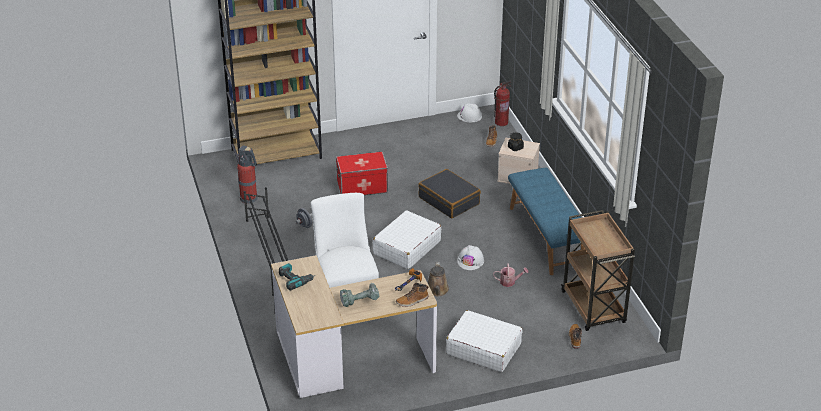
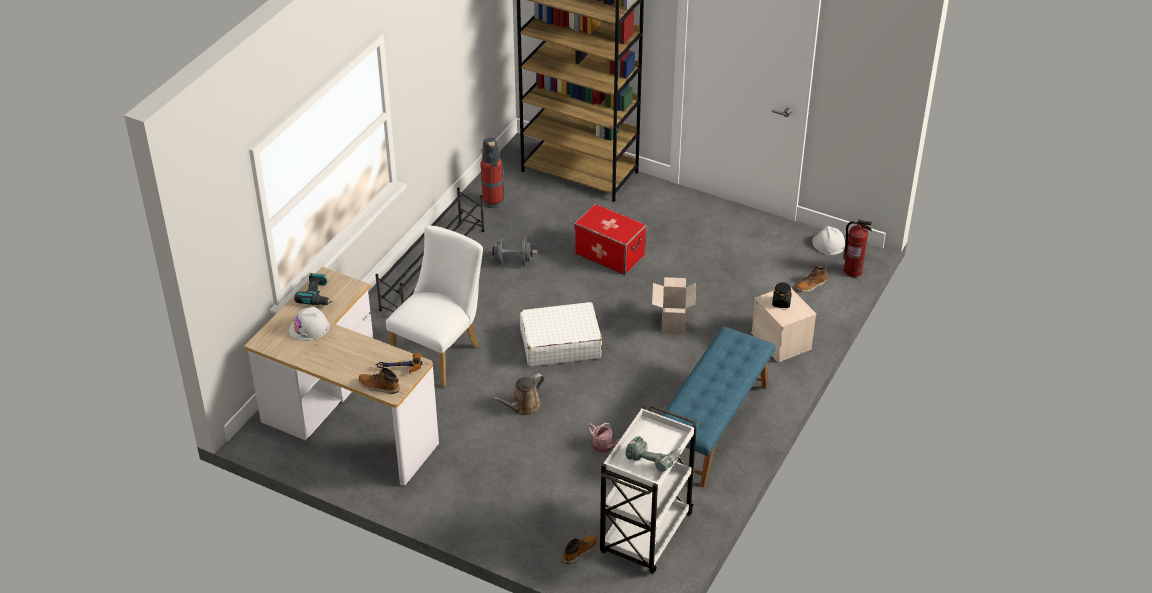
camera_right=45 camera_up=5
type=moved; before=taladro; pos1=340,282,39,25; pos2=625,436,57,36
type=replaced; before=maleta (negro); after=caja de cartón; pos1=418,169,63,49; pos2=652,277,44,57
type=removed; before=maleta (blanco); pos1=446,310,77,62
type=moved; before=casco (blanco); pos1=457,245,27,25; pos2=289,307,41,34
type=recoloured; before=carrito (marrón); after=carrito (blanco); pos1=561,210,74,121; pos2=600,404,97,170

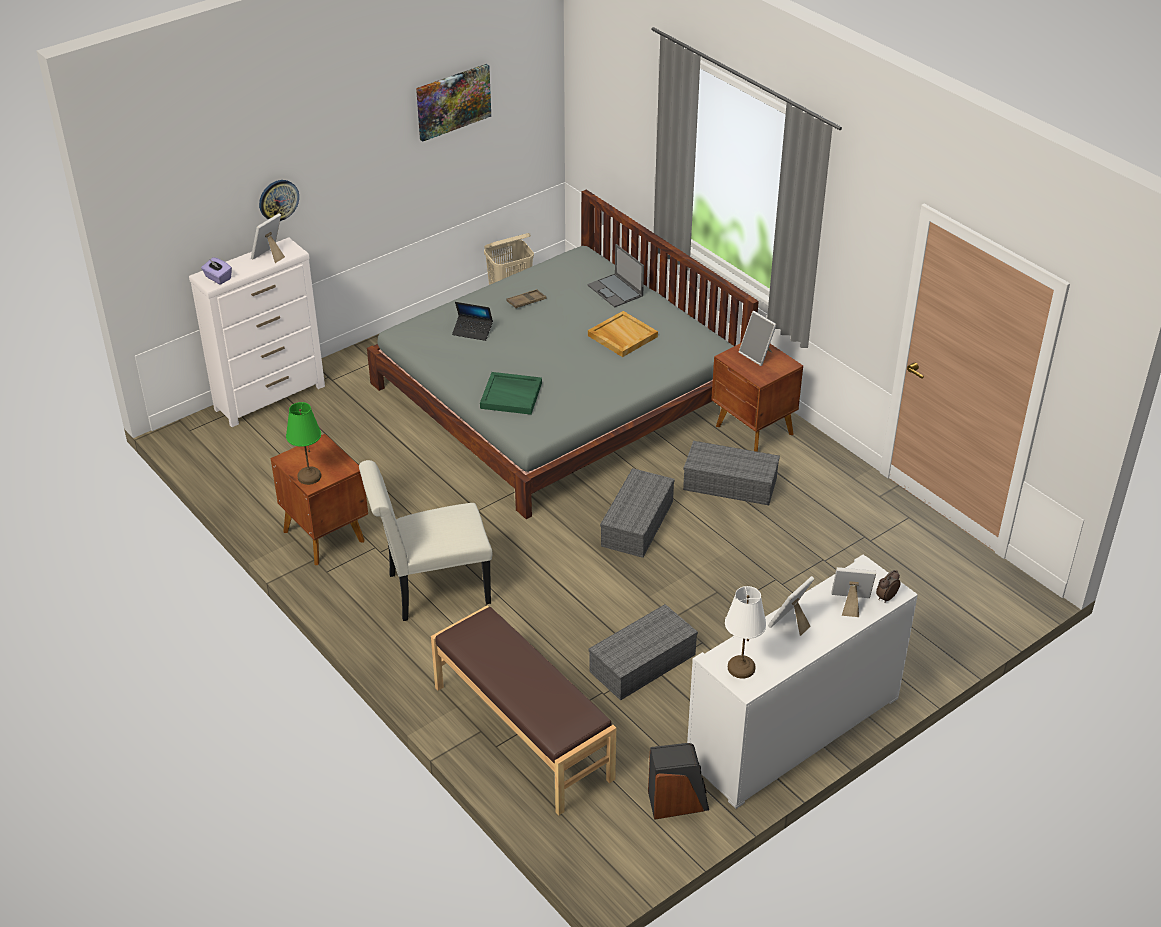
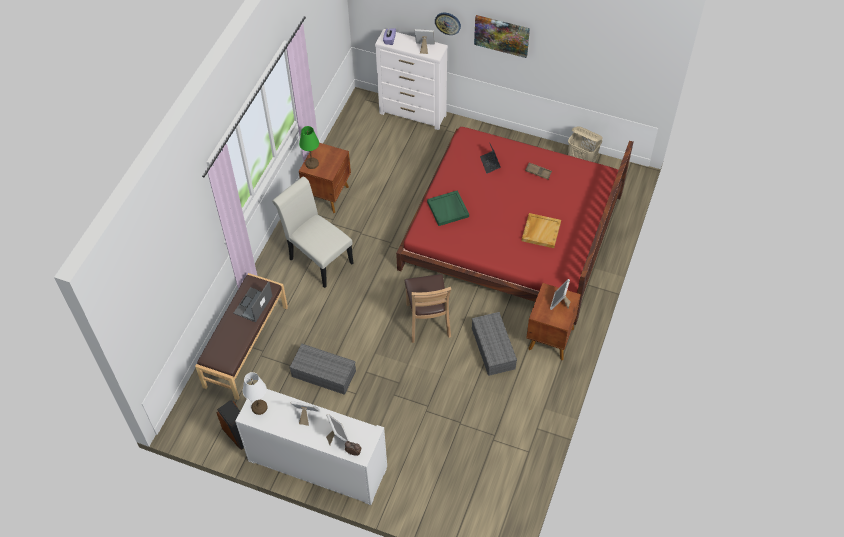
camera_right=60 camera_up=15
type=recoloured; before=cama (gris); after=cama (rojo); pos1=367,190,392,329; pos2=396,127,238,198
type=moved; before=cuadro; pos1=416,64,75,78; pos2=474,15,56,43
type=moved; before=portátil; pos1=587,244,57,64; pos2=233,281,39,41
type=replaced; before=caja de almacenaje (gris); after=silla (marrón); pos1=600,468,75,90; pos2=404,274,48,69

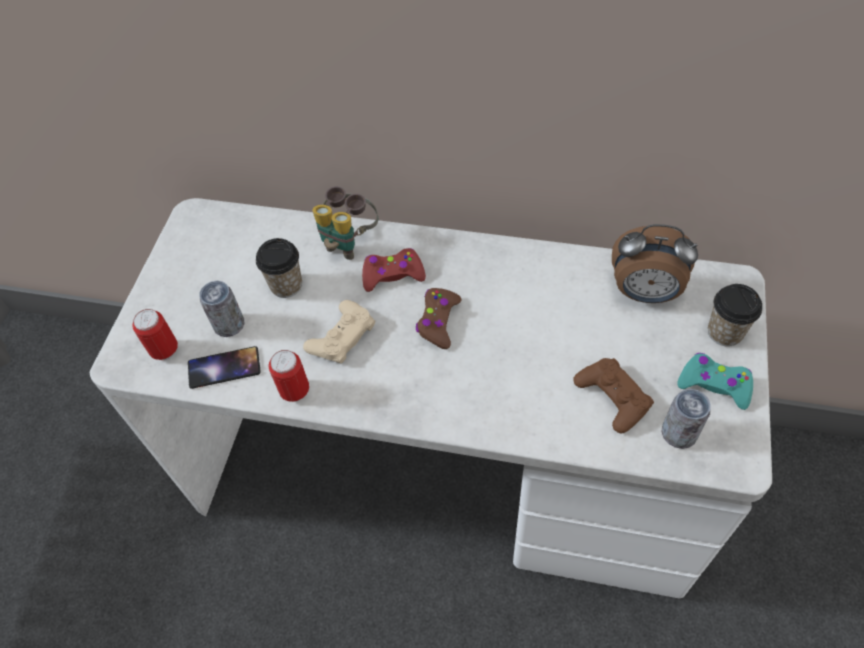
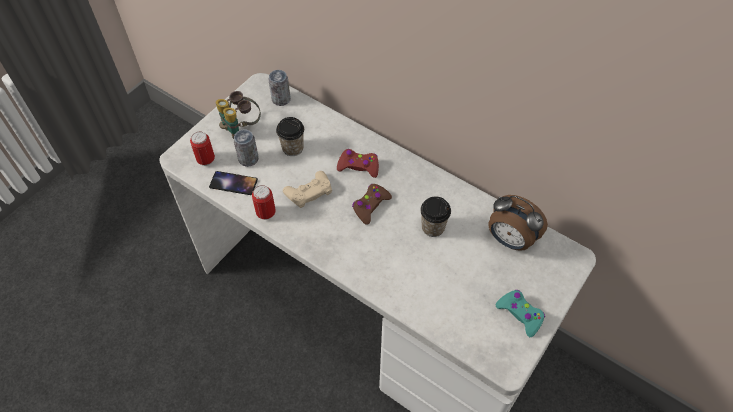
camera_right=20 camera_up=0
type=moved; before=prismáticos; pos1=312,186,66,74; pos2=216,91,45,48
type=removed; before=mando de consola (marrón); pos1=573,358,81,75
type=moved; before=lata; pos1=662,389,49,60; pos2=269,70,22,36
type=moved; before=taza; pos1=708,284,54,63; pos2=420,196,31,41

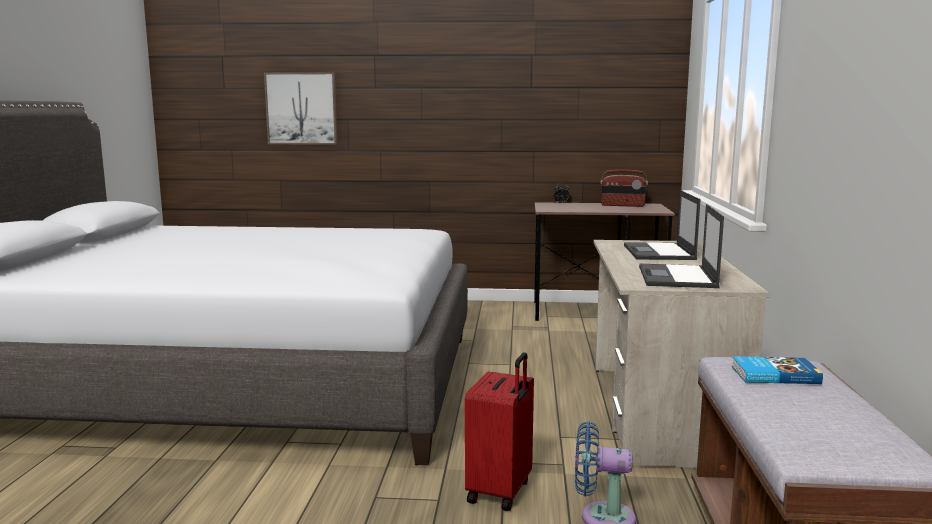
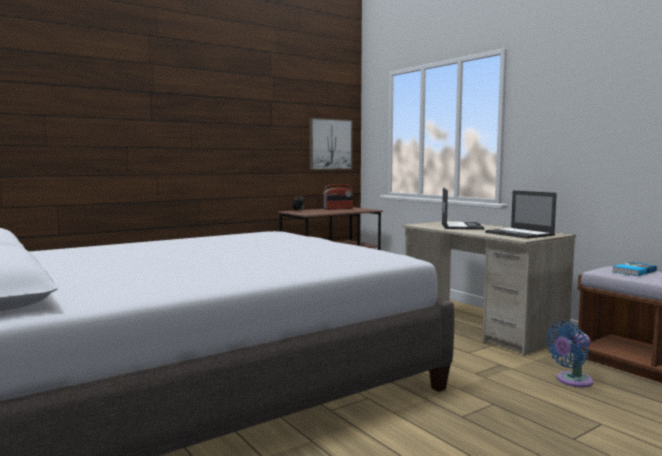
camera_right=-40 camera_up=-5
type=moved; before=cuadro; pos1=264,72,73,73; pos2=309,118,44,52
type=removed; before=maleta (rojo); pos1=465,352,69,159
type=turned; before=portátil; pos1=624,190,76,70; pos2=442,188,42,42; turn=-135

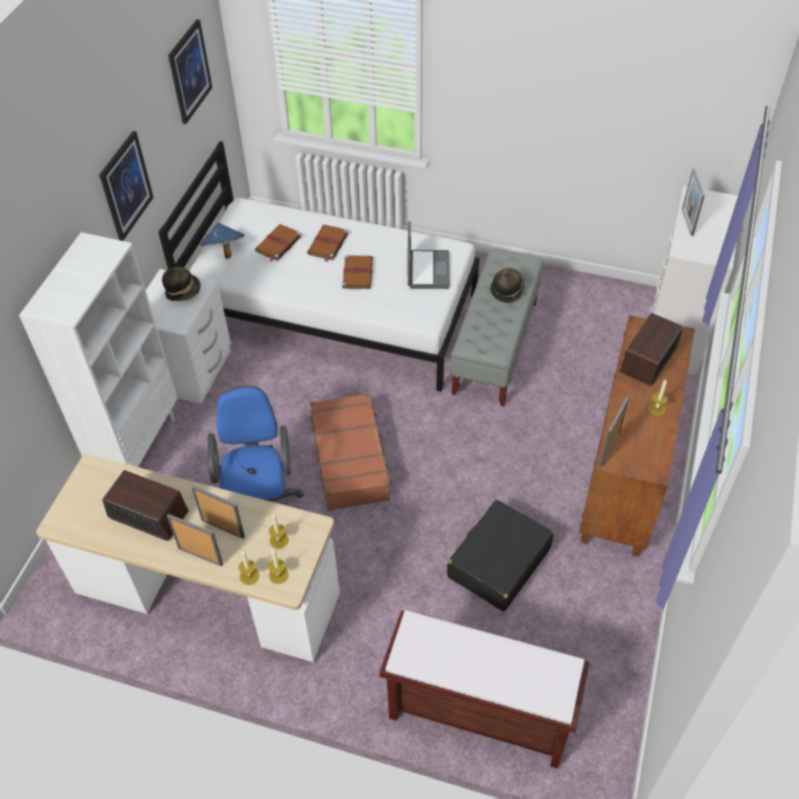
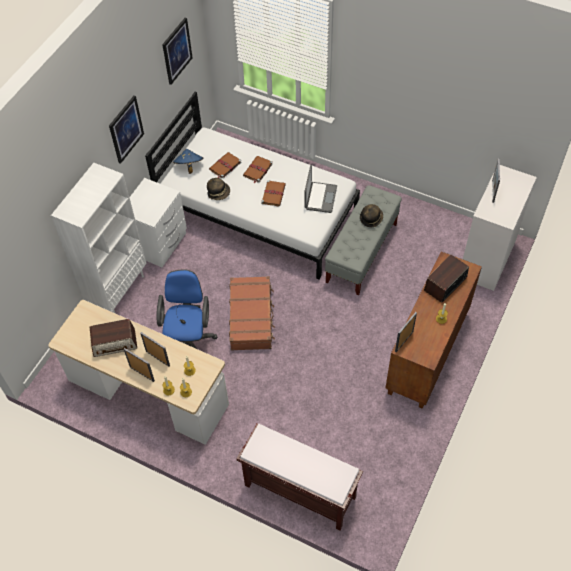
camera_right=10 camera_up=5
type=turned; before=radio; pos1=102,470,87,71; pos2=89,319,48,38; turn=135
type=moved; before=sombrero; pos1=162,267,39,34; pos2=207,178,23,22
type=removed; before=maleta (negro); pos1=447,500,107,111

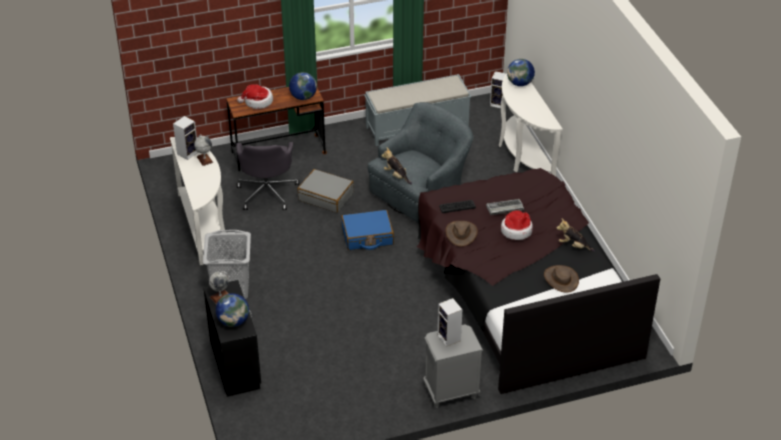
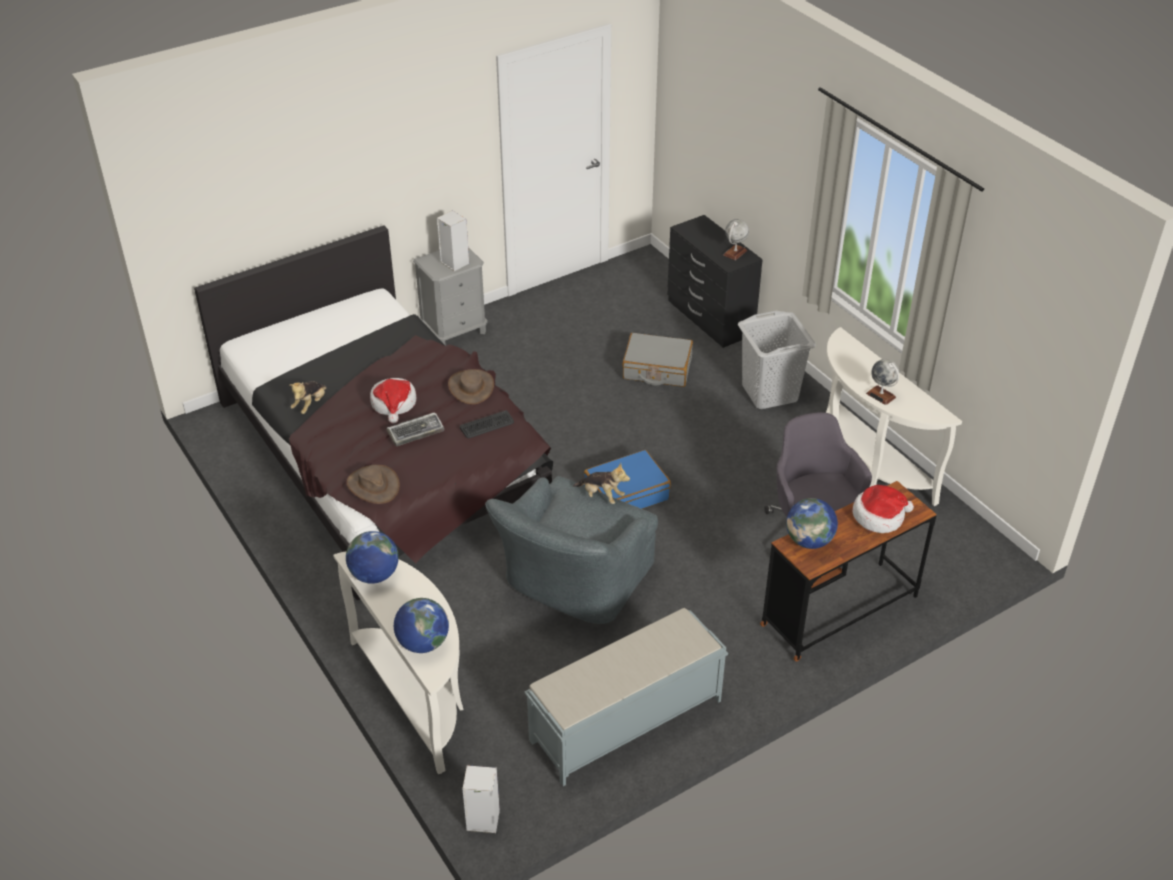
camera_right=165 camera_up=0
type=removed; before=altavoz; pos1=173,116,25,44
type=moved; before=globo terráqueo; pos1=216,293,33,34; pos2=346,531,53,53
type=moved; before=maleta (gris); pos1=297,169,57,44; pos2=622,333,71,54
type=moved; before=sombrero (marrón); pos1=544,265,35,28; pos2=347,465,53,39
type=turned; before=peluche; pos1=557,218,38,34; pos2=290,381,37,33; turn=105

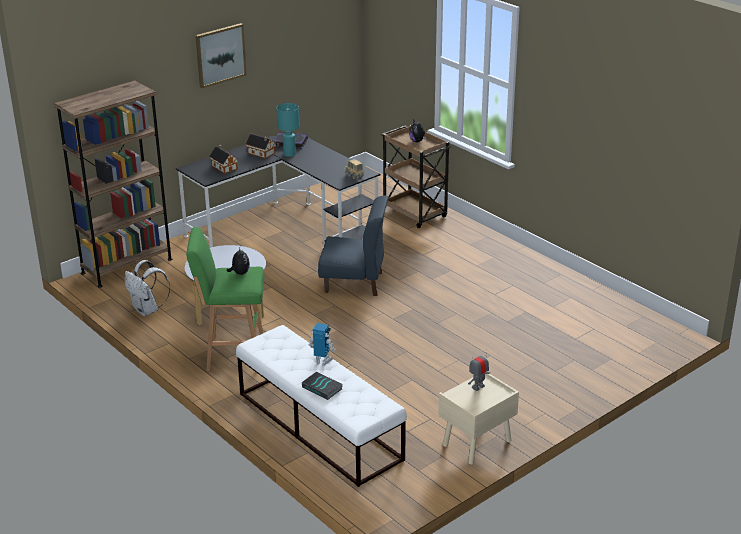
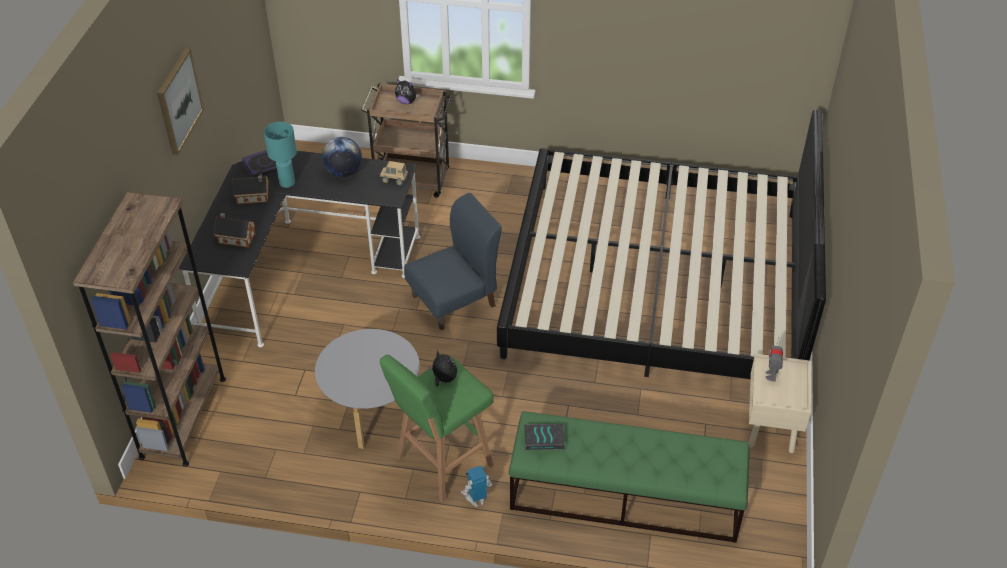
camera_right=-40 camera_up=15
type=removed; before=mochila (blanco); pos1=125,260,45,56
type=recoloured; before=banco (blanco); after=banco (verde); pos1=236,325,171,162; pos2=509,411,241,132
type=moved; before=libro; pos1=302,372,40,28; pos2=524,424,41,26
type=moved; before=robot de juguete; pos1=308,323,28,43; pos2=461,465,31,42
type=added; after=globo terráqueo; pos2=322,137,40,40
type=added; after=cama; pos2=497,110,329,269

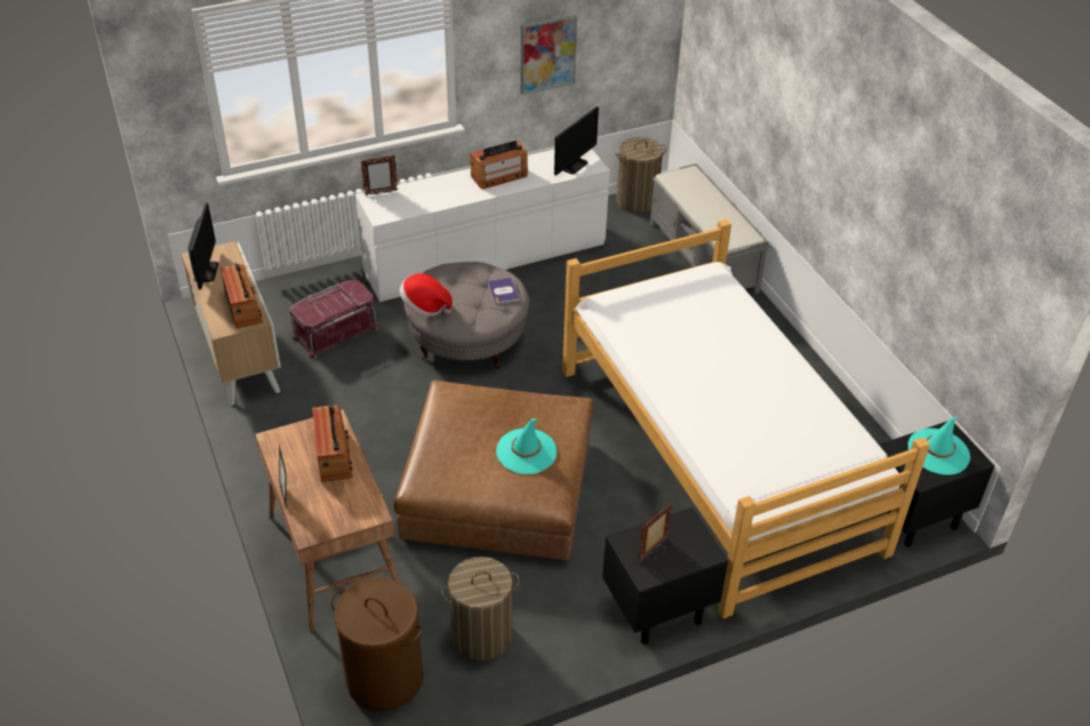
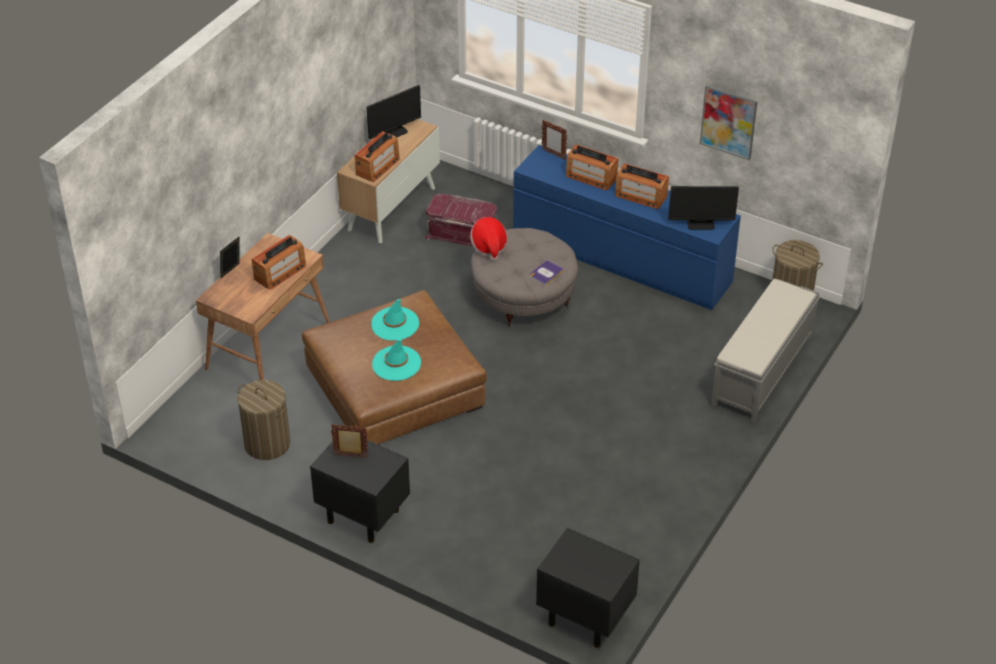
camera_right=55 camera_up=0
type=removed; before=cesto de la ropa (marrón); pos1=331,577,93,134
type=recoloured; before=cómoda (blanco); after=cómoda (azul); pos1=355,149,255,153; pos2=513,145,228,165
type=removed; before=cama; pos1=562,219,368,400
type=moved; before=sombrero (turquesa); pos1=908,416,62,59; pos2=371,299,48,41
type=added; after=radio; pos2=566,144,52,47

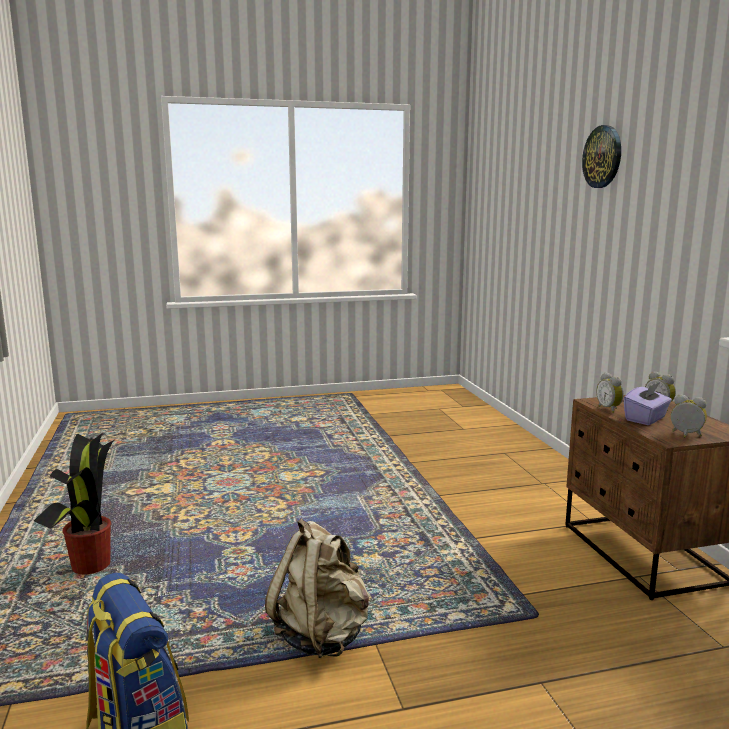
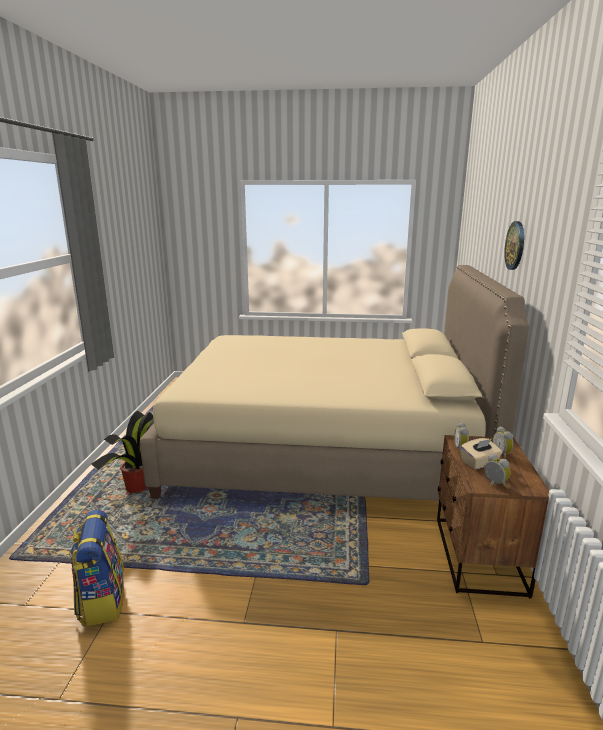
camera_right=20 camera_up=5
type=removed; before=mochila (beis); pos1=265,519,104,139
type=recoloured; before=caja de pañuelos (morado); after=caja de pañuelos (beis); pos1=624,382,48,43; pos2=461,438,42,31
type=added; after=cama (beis); pos2=140,265,390,236

